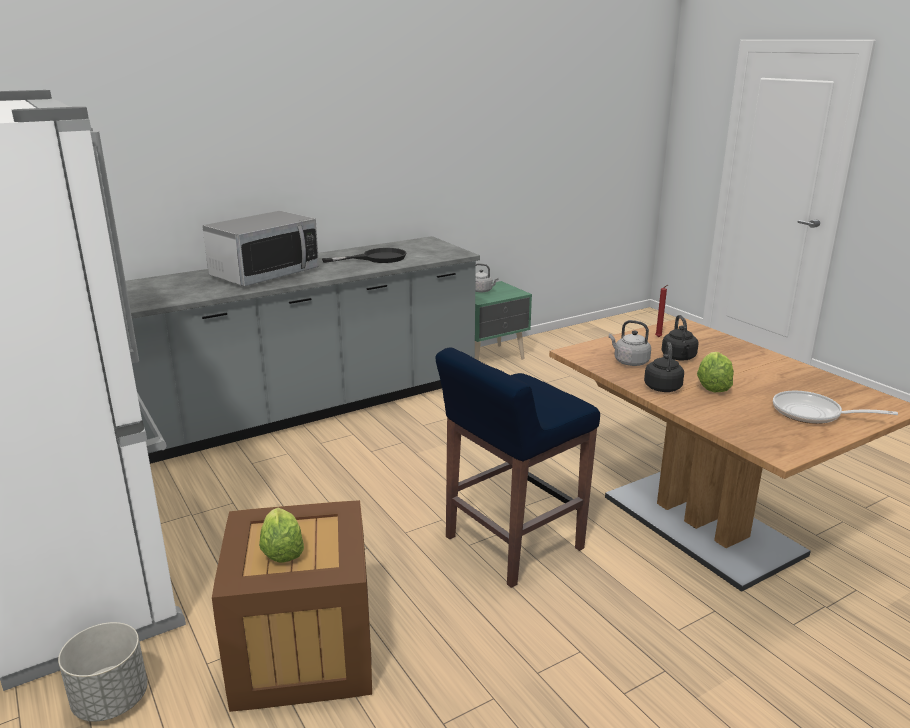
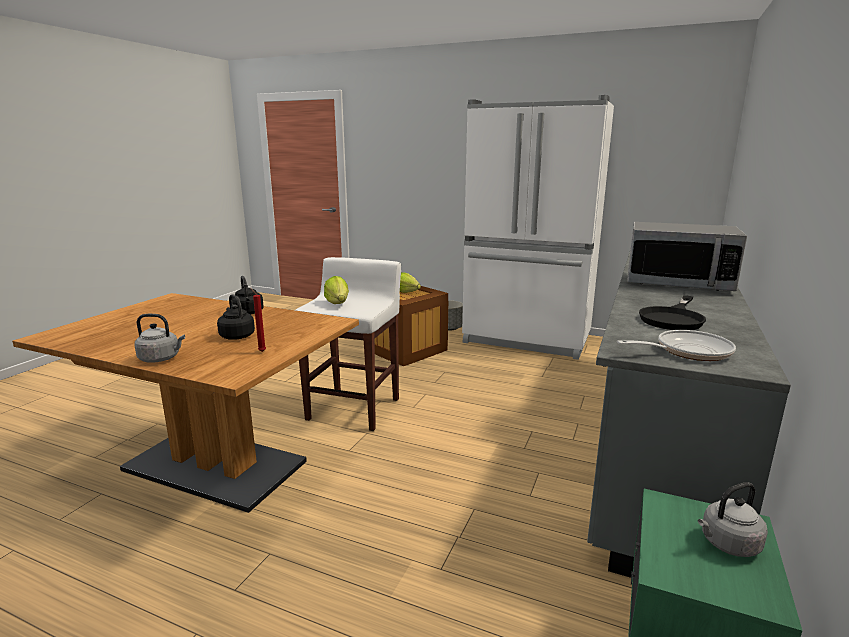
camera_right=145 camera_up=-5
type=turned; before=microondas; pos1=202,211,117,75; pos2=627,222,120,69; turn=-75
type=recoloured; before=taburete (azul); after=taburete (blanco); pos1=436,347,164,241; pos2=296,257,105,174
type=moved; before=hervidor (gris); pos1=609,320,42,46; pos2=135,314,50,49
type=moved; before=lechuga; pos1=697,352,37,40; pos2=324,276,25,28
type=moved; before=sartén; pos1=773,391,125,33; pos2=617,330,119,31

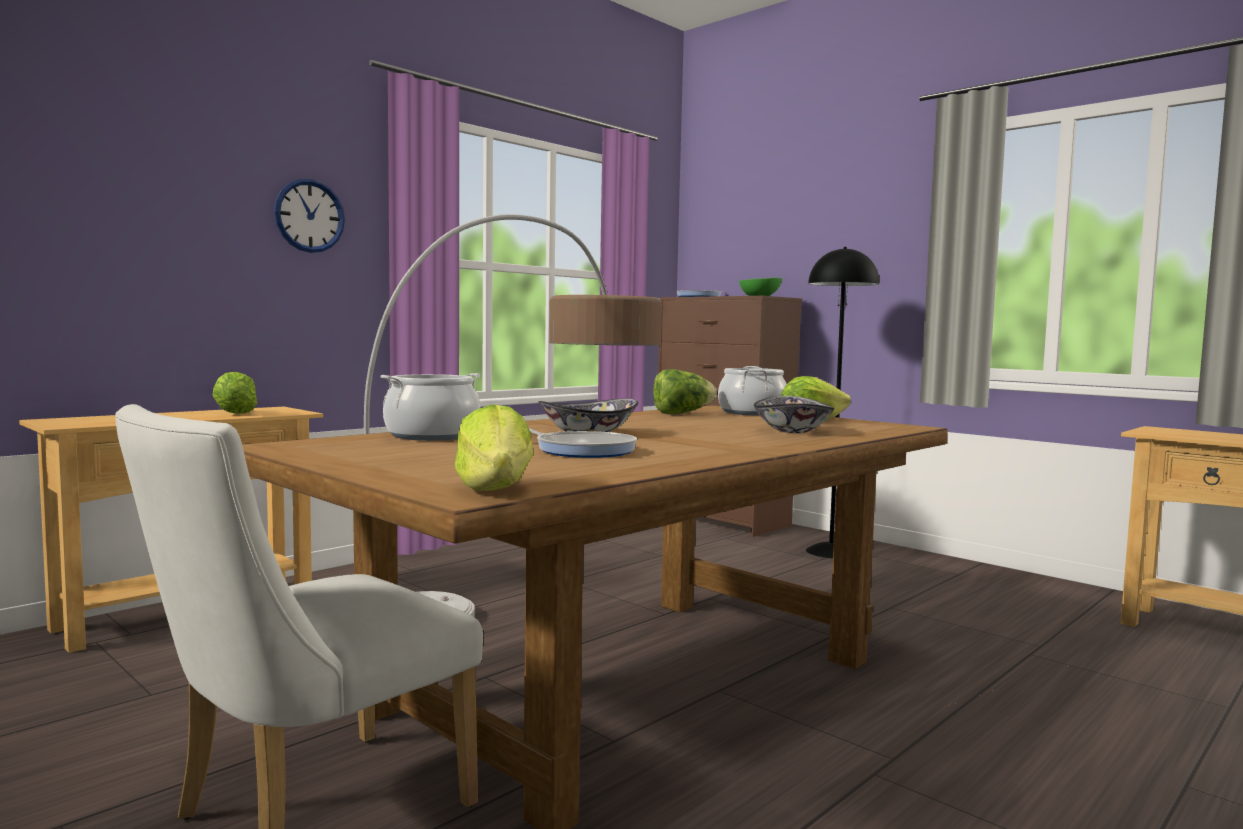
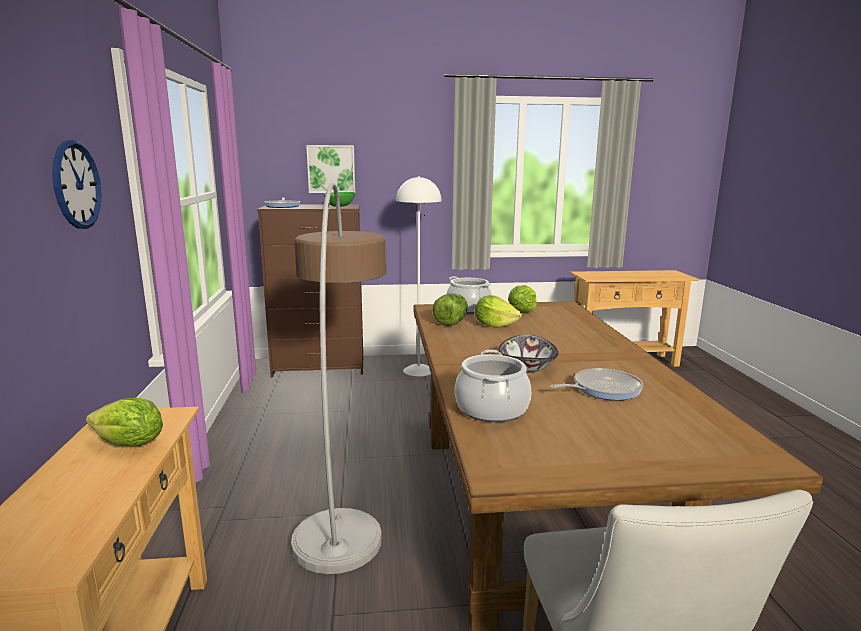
camera_right=-50 camera_up=10
type=moved; before=lechuga; pos1=455,404,78,87; pos2=475,295,47,33
type=removed; before=cuenco; pos1=754,396,81,37
type=recoloured; before=lámpara de pie (negro); after=lámpara de pie (blanco); pos1=806,247,73,311; pos2=396,176,46,200
type=added; after=cuadro; pos2=306,145,49,48

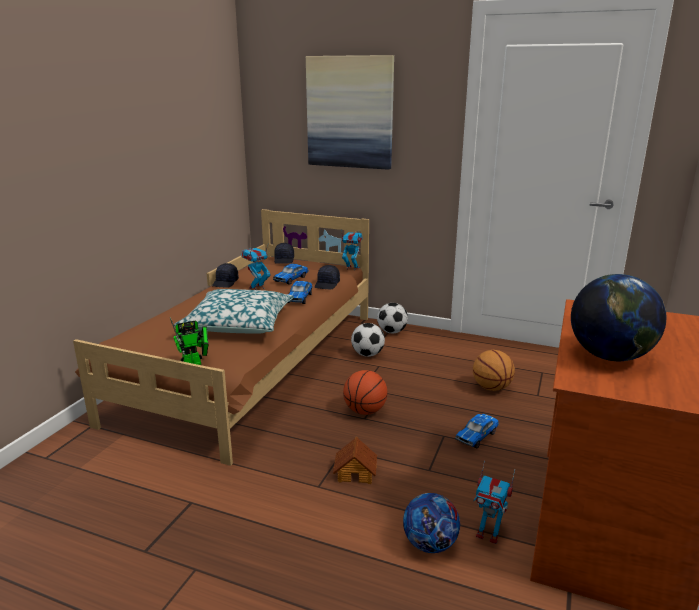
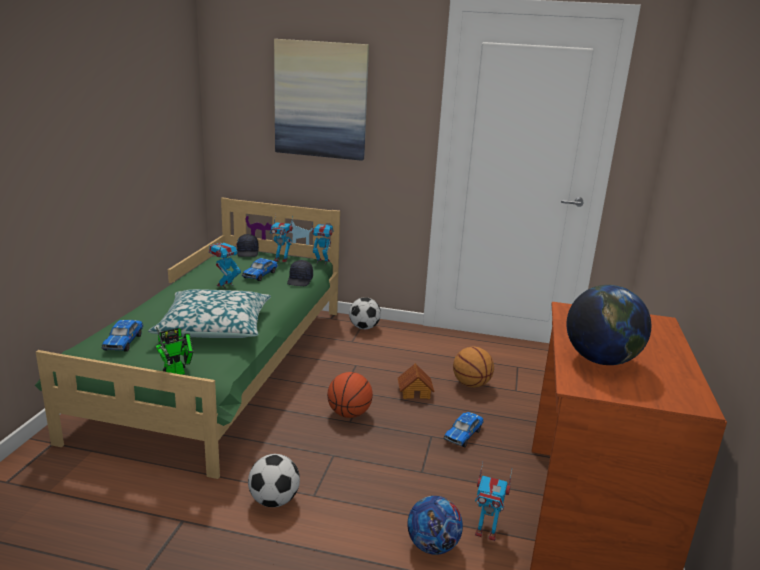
camera_right=-10 camera_up=0
type=recoloured; before=cama (marrón); after=cama (verde); pos1=73,209,296,257; pos2=35,197,305,282
type=removed; before=gorra (negro); pos1=212,263,27,25
type=moved; before=coche de juguete; pos1=288,281,25,23; pos2=101,320,42,32
type=moved; before=casita; pos1=333,437,44,47; pos2=398,363,36,36
type=moved; before=balón de fútbol; pos1=351,323,34,34; pos2=248,454,52,53
type=added; after=robot de juguete; pos2=270,214,23,48

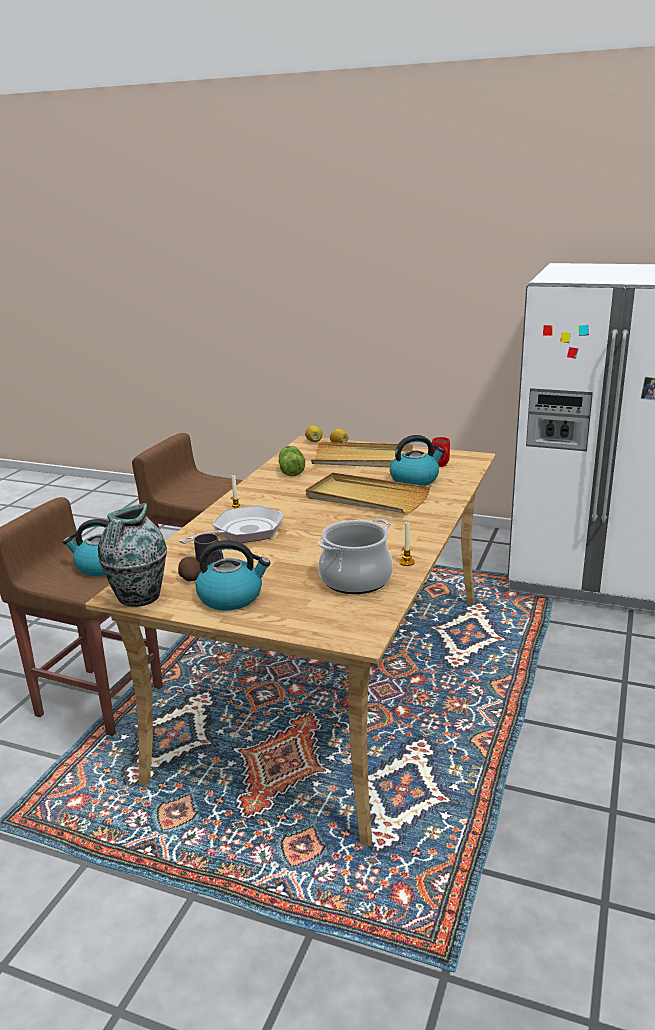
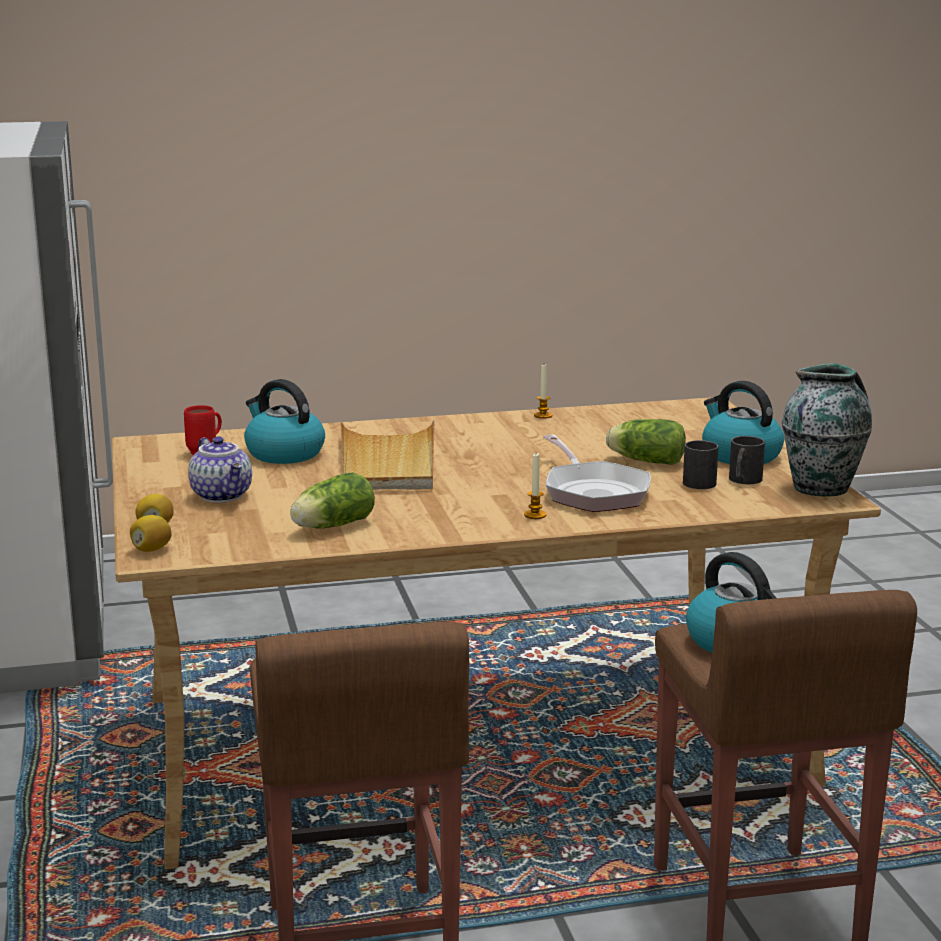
camera_right=-125 camera_up=-5
type=replaced; before=patata; after=taza grande (negro); pos1=178,557,23,25; pos2=729,436,36,48
type=turned; before=sartén; pos1=180,505,104,39; pos2=543,435,108,77; turn=-120
type=replaced; before=bandeja (beis); after=tetera; pos1=311,441,102,27; pos2=188,436,64,67
type=removed; before=olla; pos1=317,518,76,76
type=added; after=lechuga; pos2=606,419,80,46

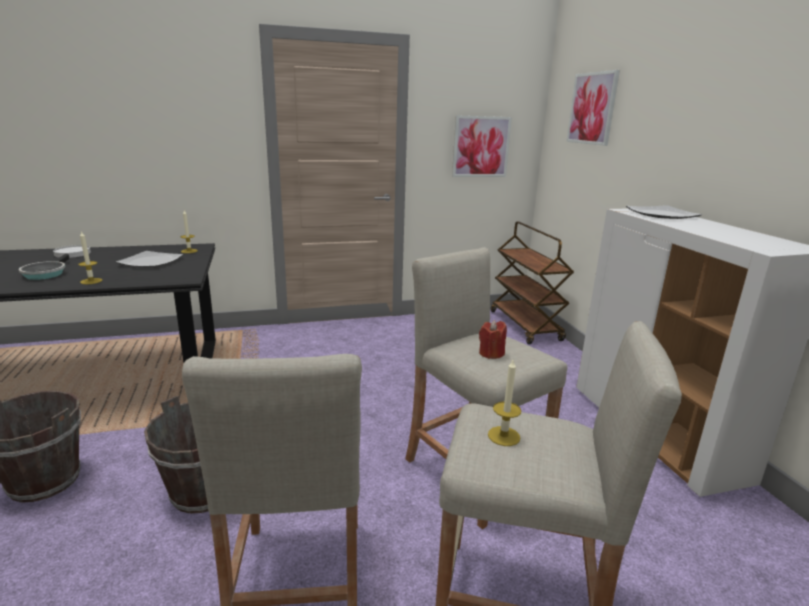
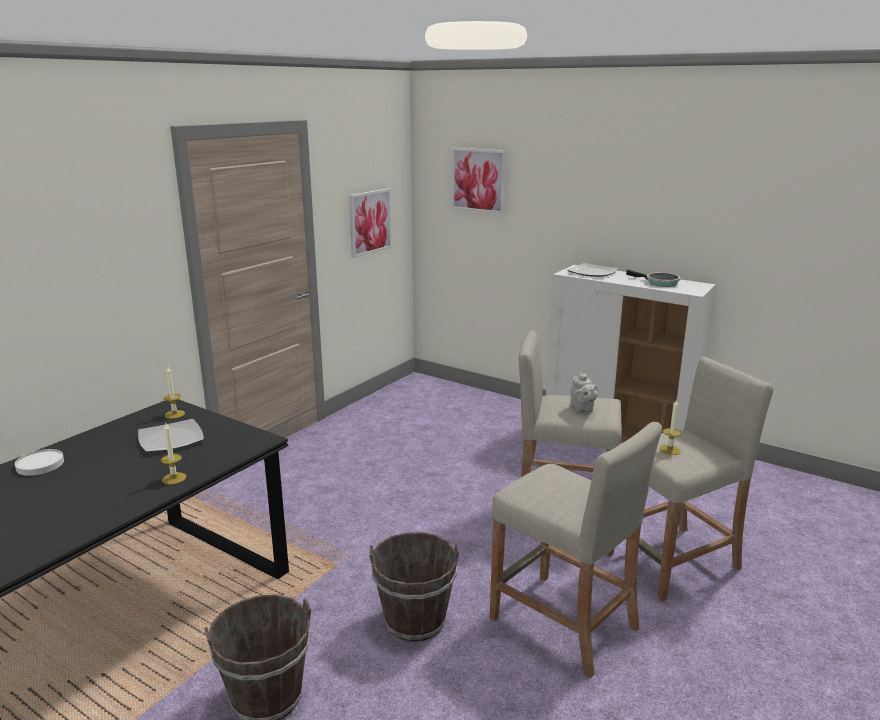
camera_right=-40 camera_up=0
type=moved; before=sartén; pos1=18,254,51,26; pos2=626,269,54,18
type=replaced; before=vela (rojo); after=tetera (gris); pos1=479,320,28,39; pos2=570,372,28,41
type=removed; before=carrito (marrón); pos1=491,221,83,123

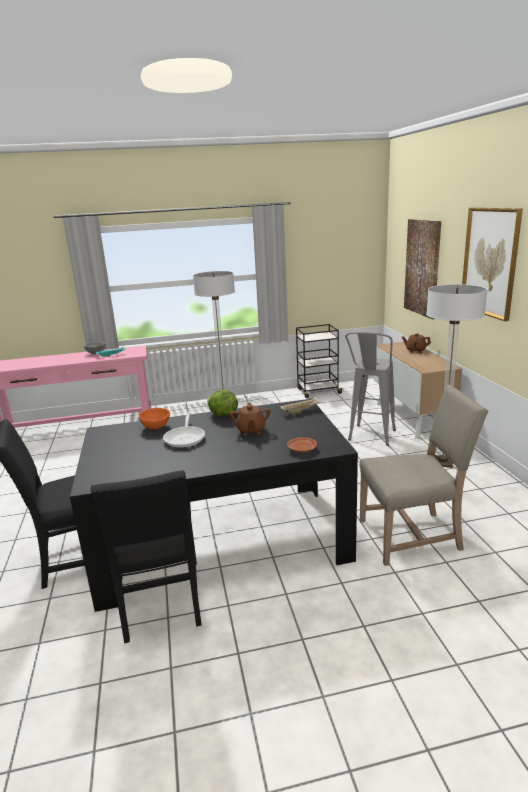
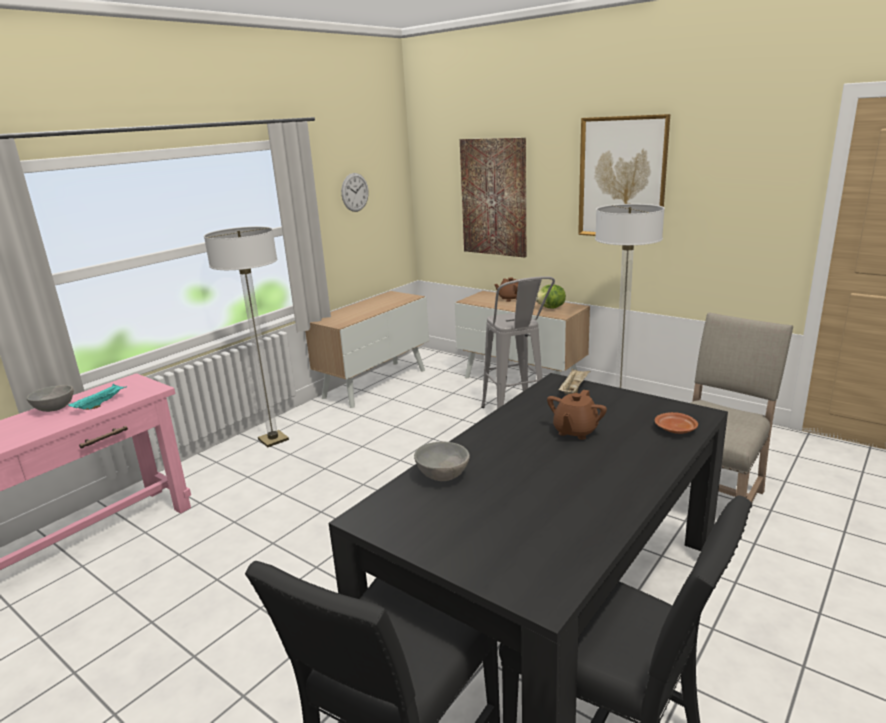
camera_right=-40 camera_up=0
type=recoloured; before=cuenco (naranja); after=cuenco (gris); pos1=138,408,32,22; pos2=414,442,56,39
type=removed; before=sartén; pos1=163,412,42,36
type=moved; before=lechuga; pos1=207,390,31,26; pos2=536,284,30,25
type=turned; before=tetera (marrón); pos1=229,403,42,33; pos2=547,390,60,50; turn=75
type=replaced; before=carrito (negro); after=armario; pos1=296,324,48,74; pos2=305,291,124,117
type=added; after=reloj de pared; pos2=341,173,28,39

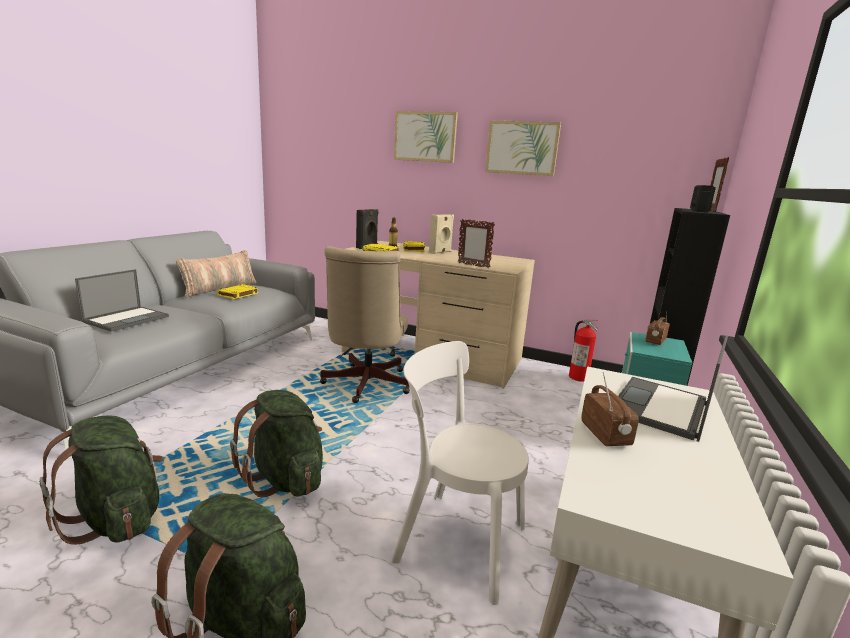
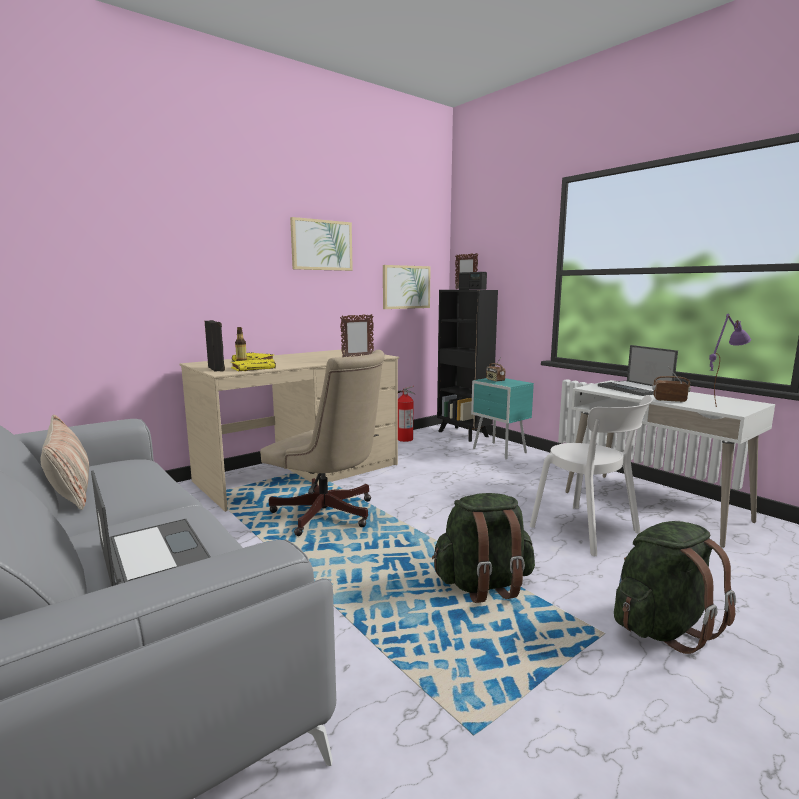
camera_right=-60 camera_up=-5
type=removed; before=mochila (verde); pos1=39,416,125,129
type=removed; before=libro (amarillo); pos1=217,284,42,15
type=turned; before=silla (blanco); pos1=391,341,138,264; pos2=530,395,123,161; turn=-90
type=moved; before=cuadro; pos1=394,111,64,52; pos2=383,265,48,44
type=removed; before=altavoz (beis); pos1=429,214,25,40
type=added; after=lámpara de mesa (morado); pos2=709,314,42,93

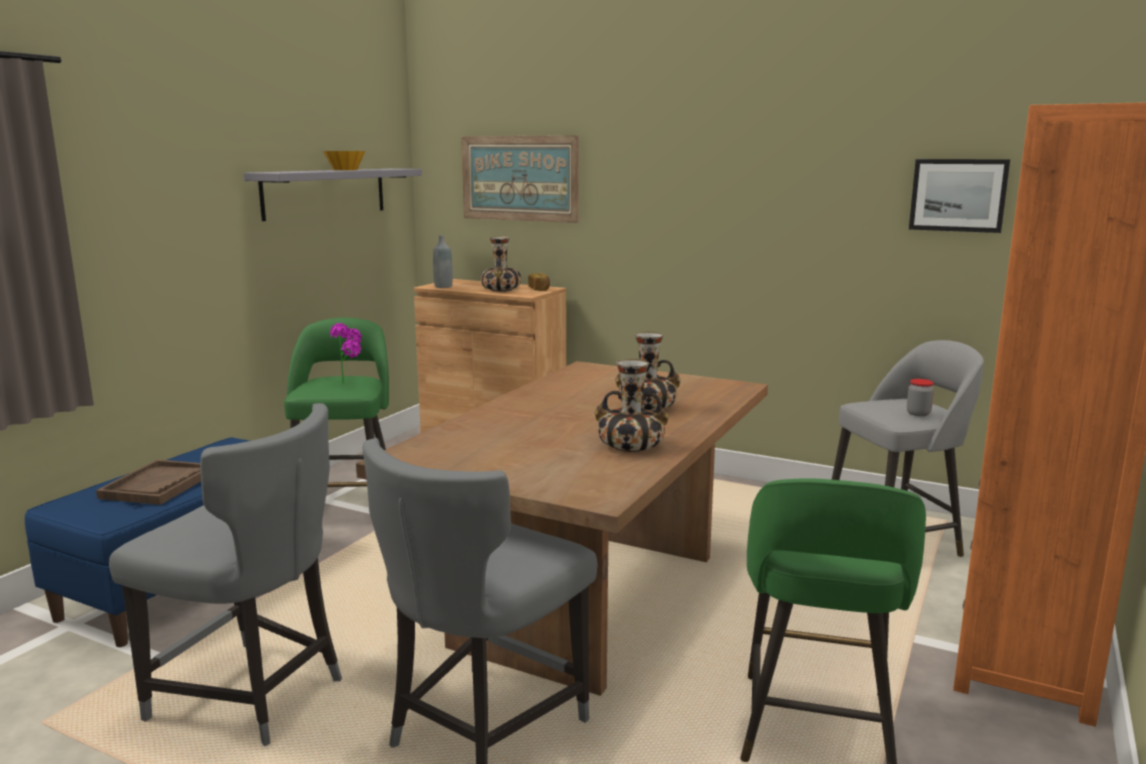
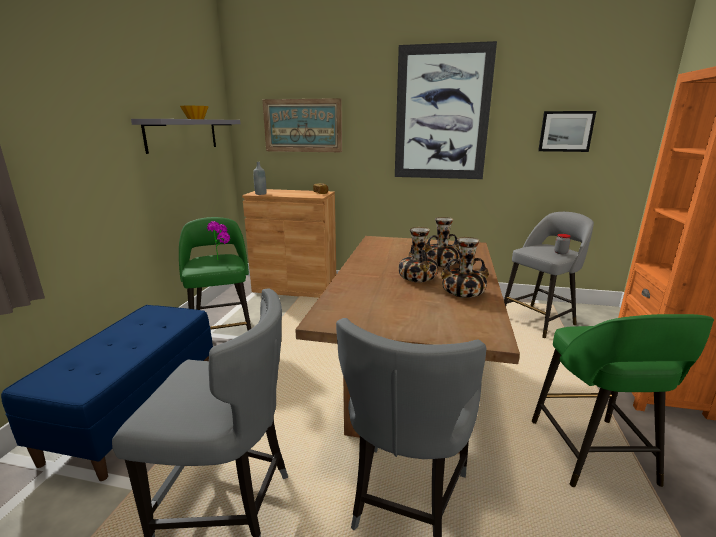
camera_right=-15 camera_up=5
type=removed; before=bandeja (marrón); pos1=96,459,105,46
type=moved; before=florero; pos1=481,237,40,55; pos2=398,227,40,56
type=added; after=cuadro; pos2=395,41,102,138

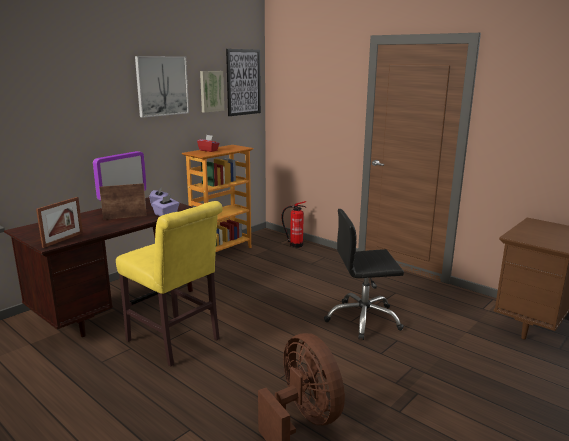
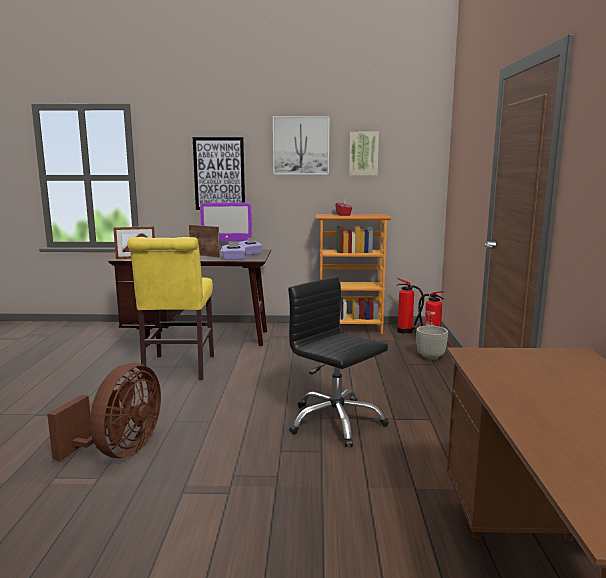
camera_right=50 camera_up=-5
type=moved; before=cuadro; pos1=226,49,35,67; pos2=193,137,52,73
type=added; after=extintor; pos2=397,278,27,56
type=added; after=maceta (gris); pos2=416,326,32,34

